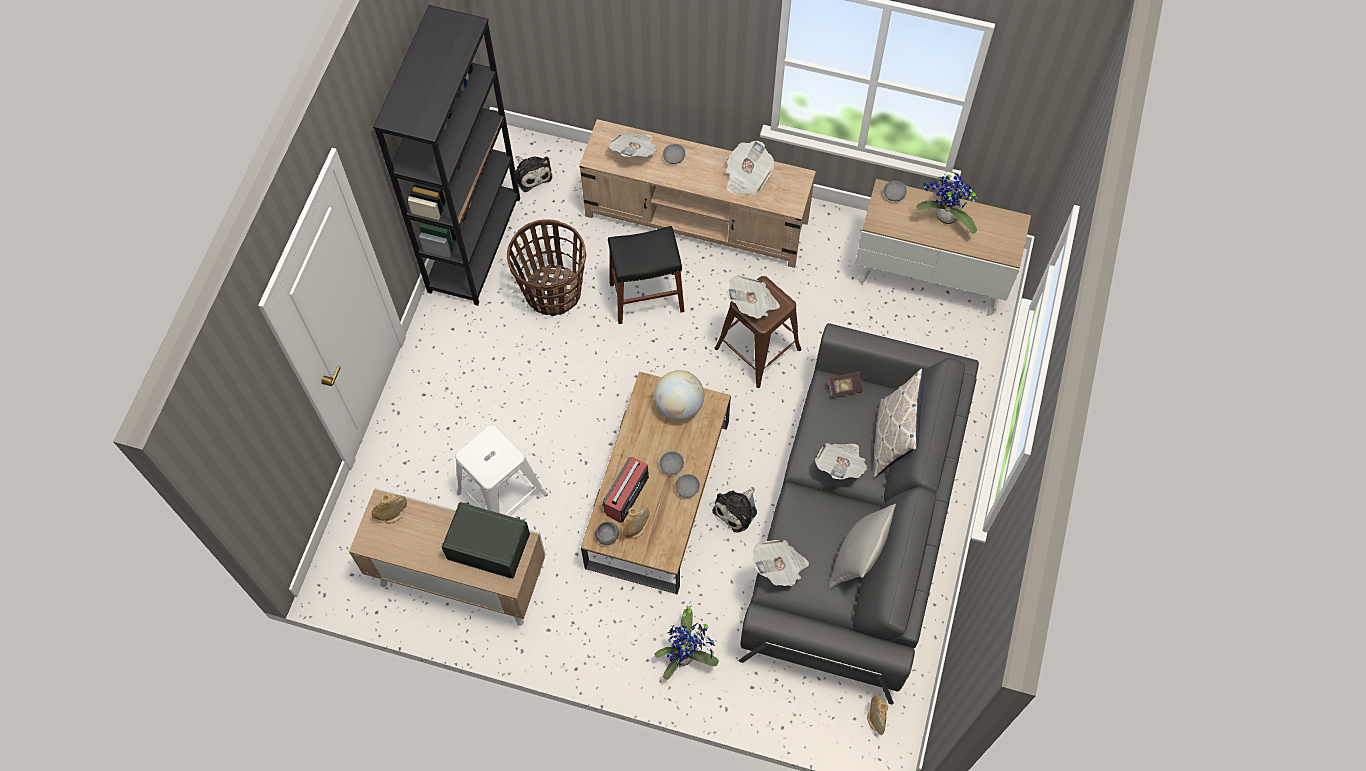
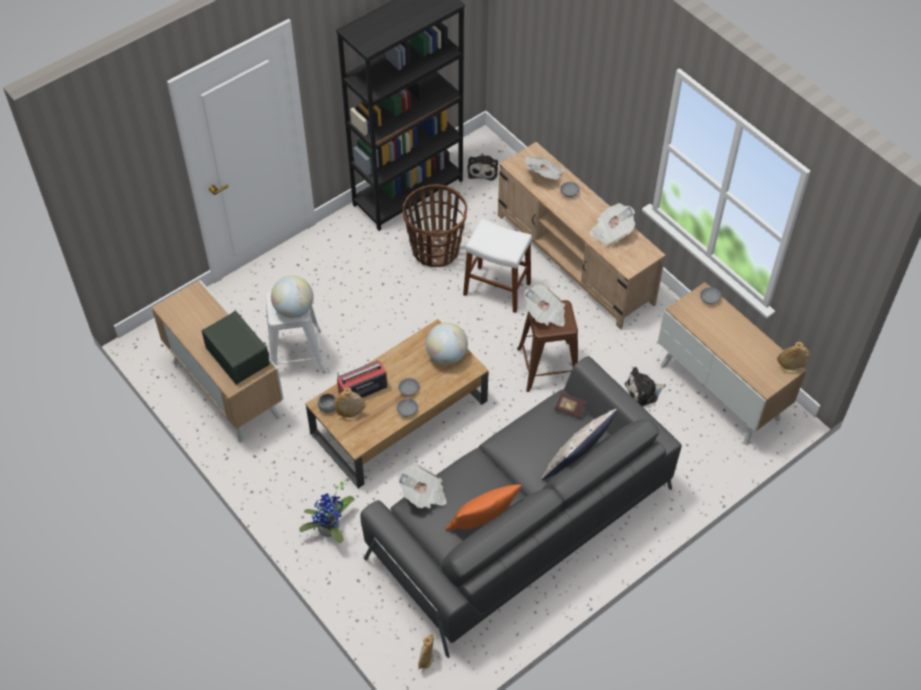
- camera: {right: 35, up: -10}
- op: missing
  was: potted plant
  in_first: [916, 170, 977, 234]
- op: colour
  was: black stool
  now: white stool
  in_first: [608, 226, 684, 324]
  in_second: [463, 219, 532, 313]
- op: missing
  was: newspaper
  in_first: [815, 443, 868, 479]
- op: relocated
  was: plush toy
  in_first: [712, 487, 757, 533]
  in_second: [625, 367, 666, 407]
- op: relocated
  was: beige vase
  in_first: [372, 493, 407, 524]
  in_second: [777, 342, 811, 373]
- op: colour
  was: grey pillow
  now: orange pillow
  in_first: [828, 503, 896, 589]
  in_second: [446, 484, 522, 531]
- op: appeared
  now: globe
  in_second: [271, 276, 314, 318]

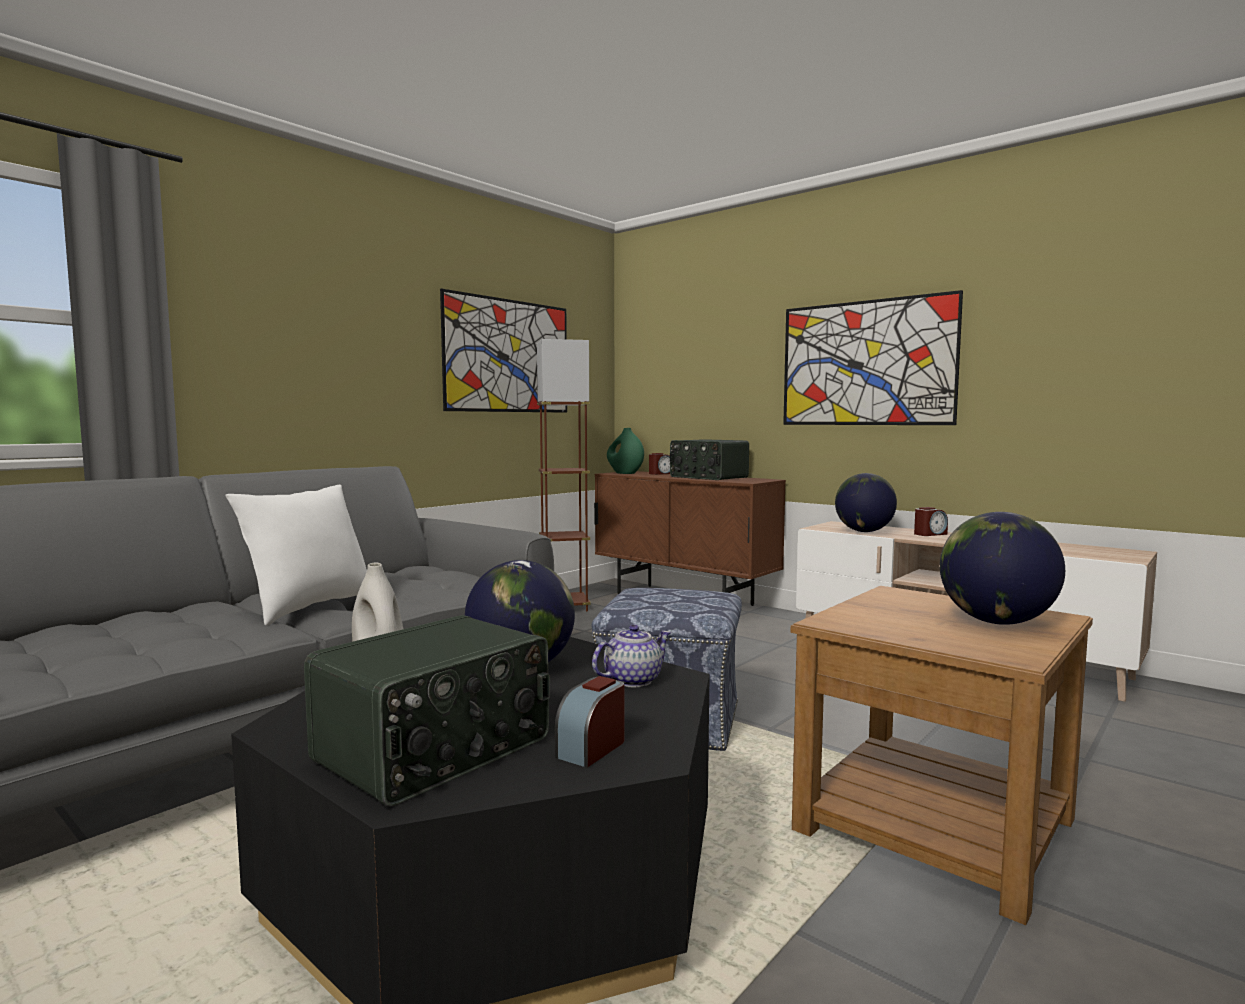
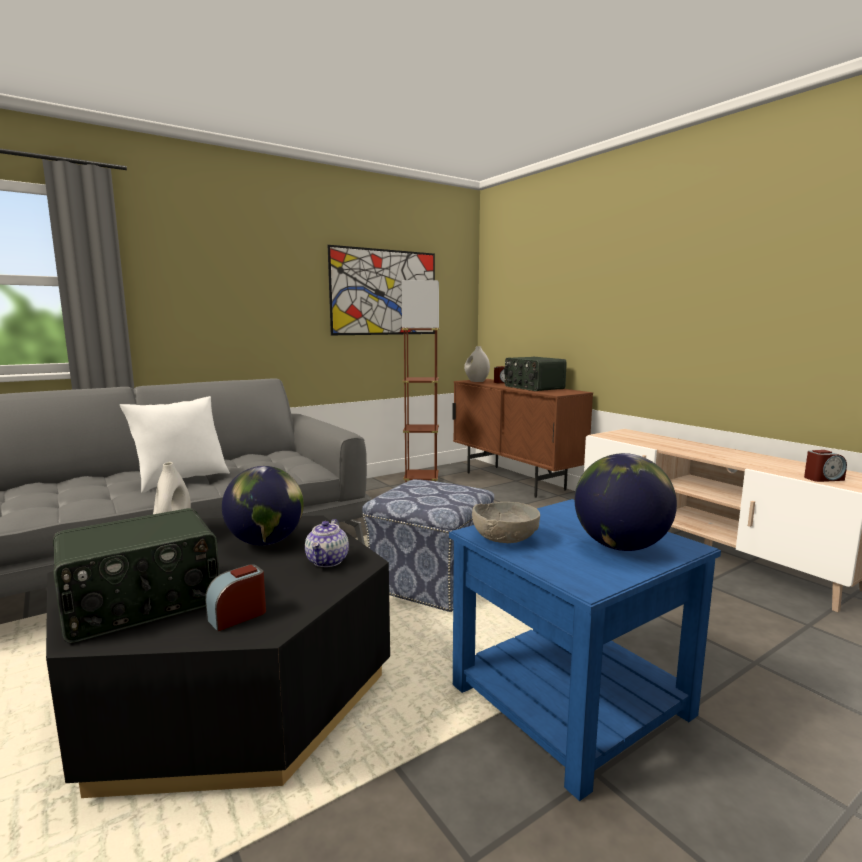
- camera: {right: 15, up: 5}
- op: missing
  was: picture
  in_first: [783, 290, 963, 425]
- op: colour
  was: green vase
  now: white vase
  in_first: [607, 428, 644, 474]
  in_second: [464, 346, 490, 382]
- op: missing
  was: globe
  in_first: [835, 473, 897, 532]
- op: relocated
  was: alarm clock
  in_first: [914, 507, 948, 536]
  in_second: [804, 450, 847, 482]
- op: colour
  was: brown side table
  now: blue side table
  in_first: [791, 586, 1093, 925]
  in_second: [449, 499, 721, 801]
- op: spun
  was: teapot
  in_first: [592, 625, 671, 687]
  in_second: [305, 519, 349, 567]
  clockwise: 120
- op: appeared
  now: grey bowl
  in_second: [472, 502, 540, 543]

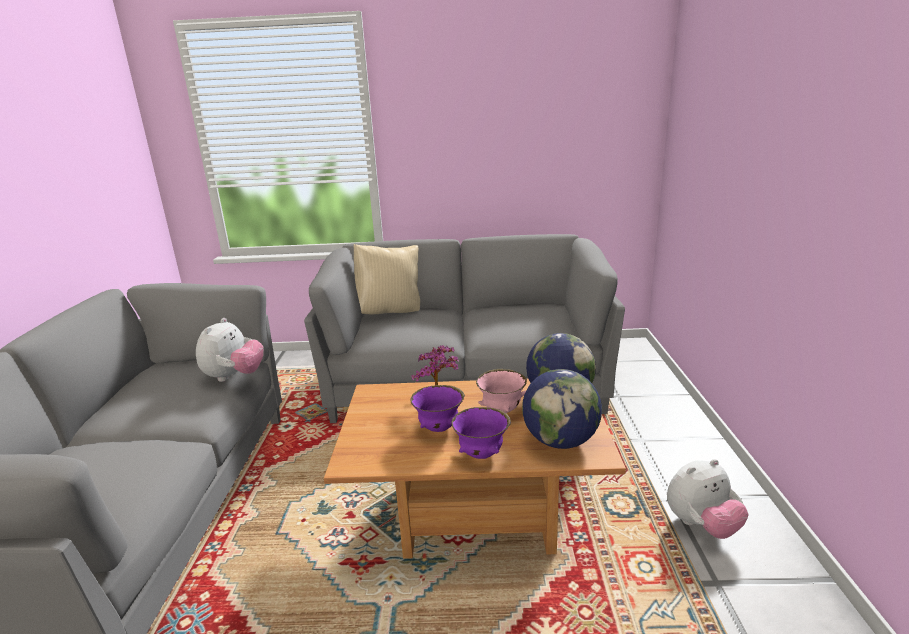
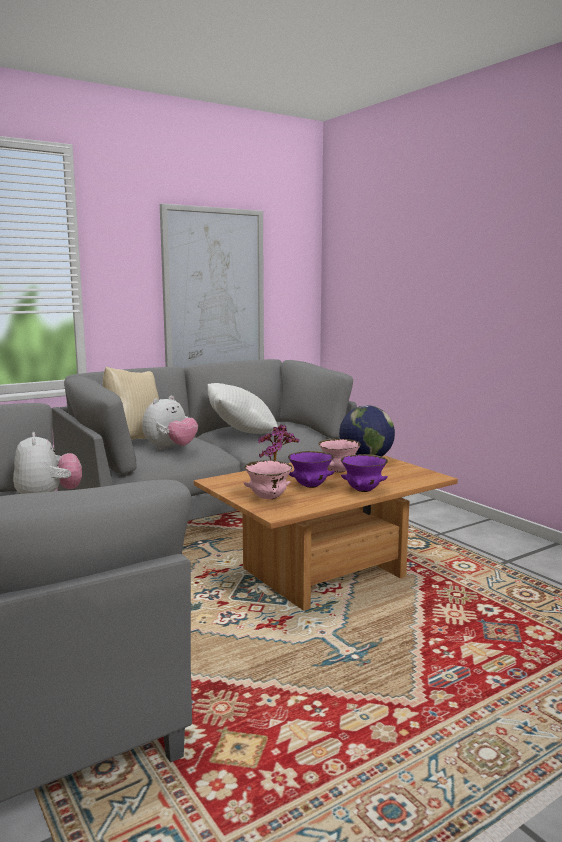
- camera: {right: -35, up: -10}
- op: missing
  was: globe
  in_first: [522, 369, 602, 449]
- op: relocated
  was: plush toy
  in_first: [667, 459, 749, 539]
  in_second: [142, 396, 198, 450]
- op: appeared
  now: picture
  in_second: [160, 204, 264, 369]
- op: appeared
  now: white pillow
  in_second: [208, 383, 278, 434]
- op: appeared
  now: pink bowl
  in_second: [244, 460, 293, 499]

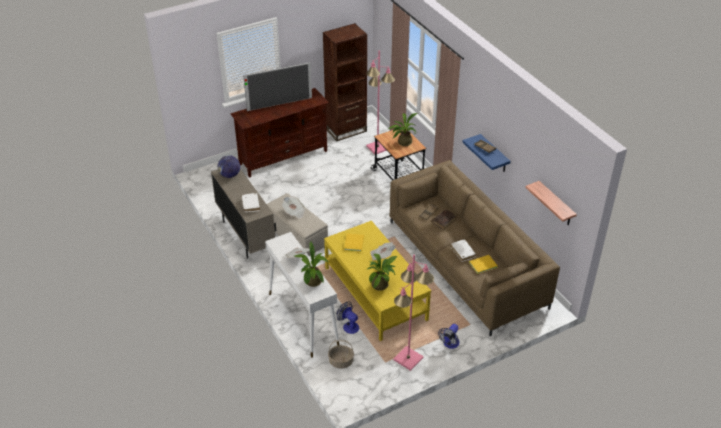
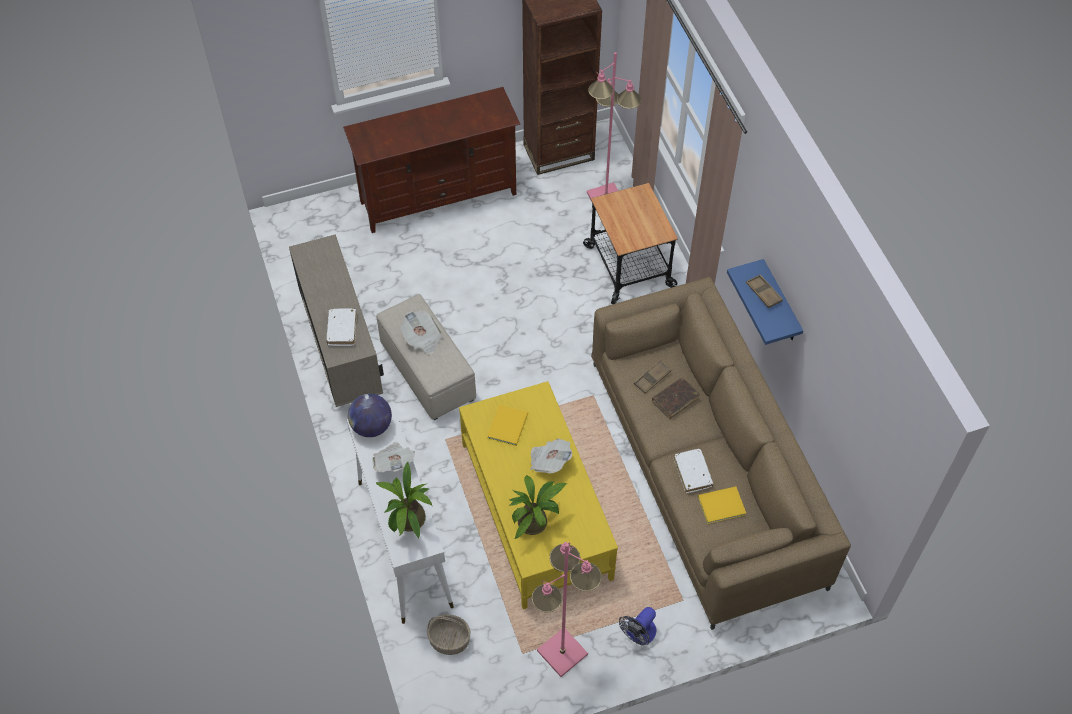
- camera: {right: 10, up: 15}
- op: missing
  was: television
  in_first: [243, 62, 312, 111]
- op: missing
  was: potted plant
  in_first: [389, 113, 418, 146]
- op: relocated
  was: globe
  in_first: [218, 155, 240, 178]
  in_second: [348, 394, 392, 437]
- op: missing
  was: shelf
  in_first: [525, 181, 577, 225]
- op: missing
  was: fan
  in_first: [336, 302, 359, 334]

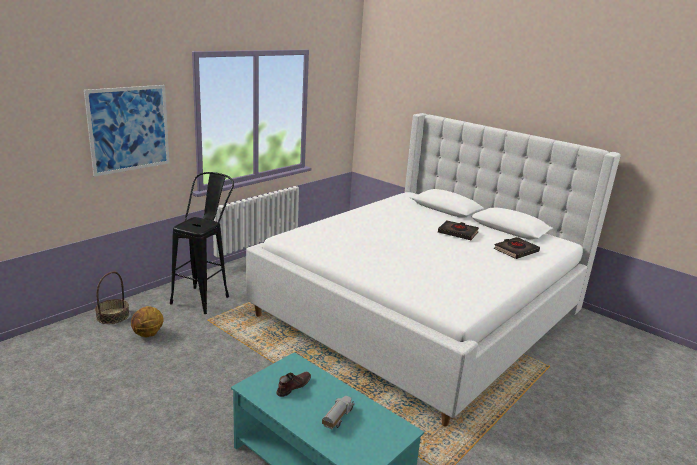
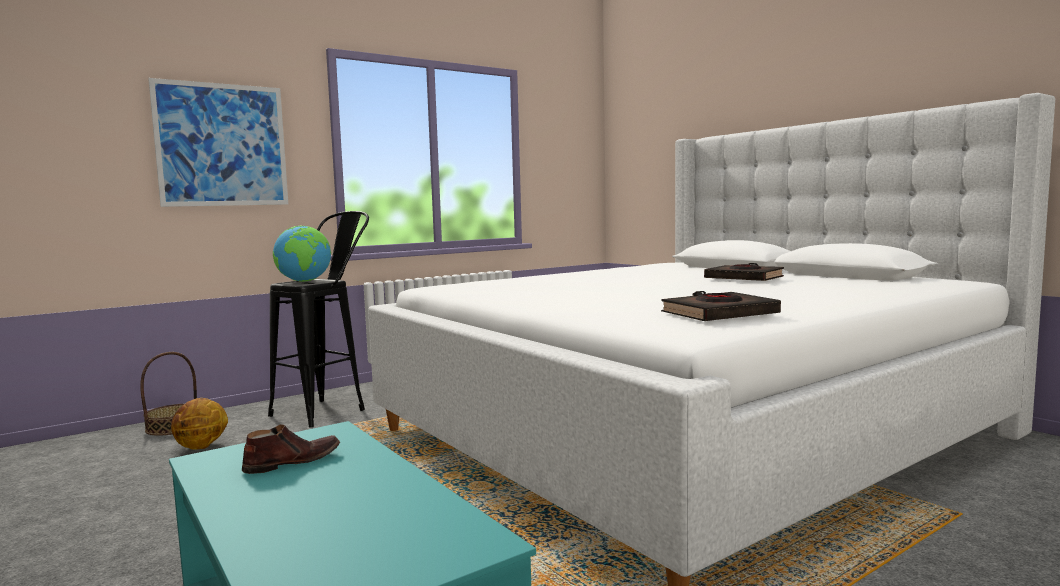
- camera: {right: 15, up: -15}
- op: relocated
  was: black book
  in_first: [494, 237, 540, 259]
  in_second: [661, 291, 781, 321]
- op: missing
  was: toy truck
  in_first: [322, 396, 355, 429]
- op: appeared
  now: globe
  in_second: [273, 226, 331, 282]

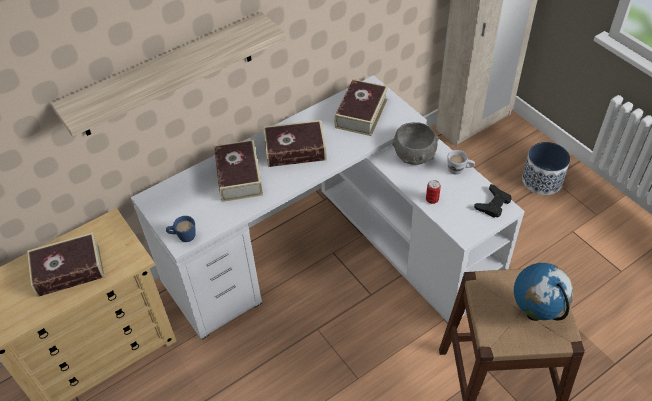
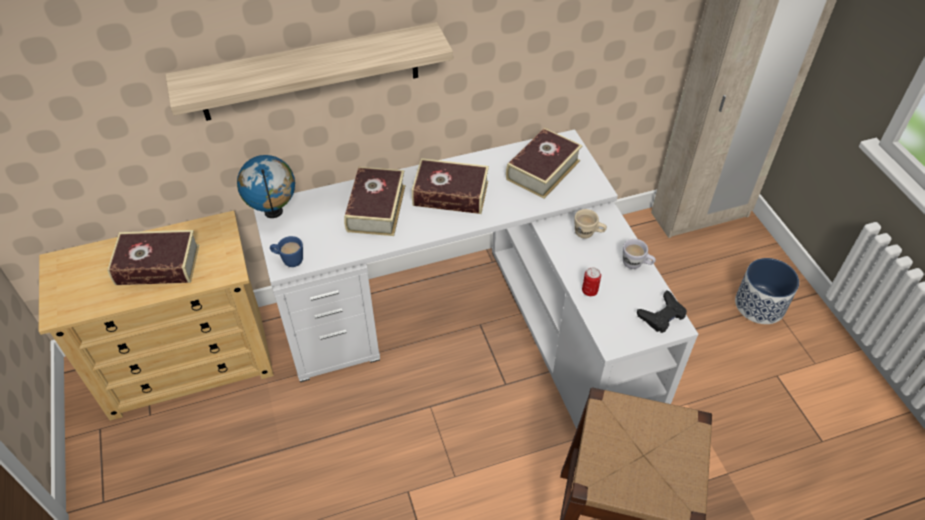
- camera: {right: 15, up: 0}
- op: exchanged
  was: grey bowl
  now: beige mug
  in_first: [392, 122, 439, 165]
  in_second: [574, 209, 607, 239]
- op: relocated
  was: globe
  in_first: [514, 263, 573, 321]
  in_second: [237, 155, 295, 218]

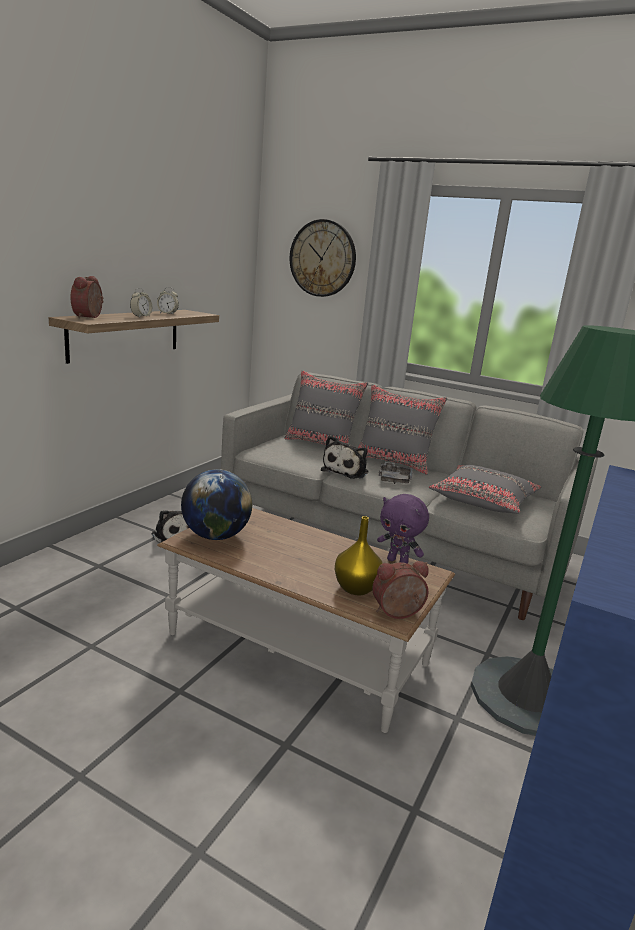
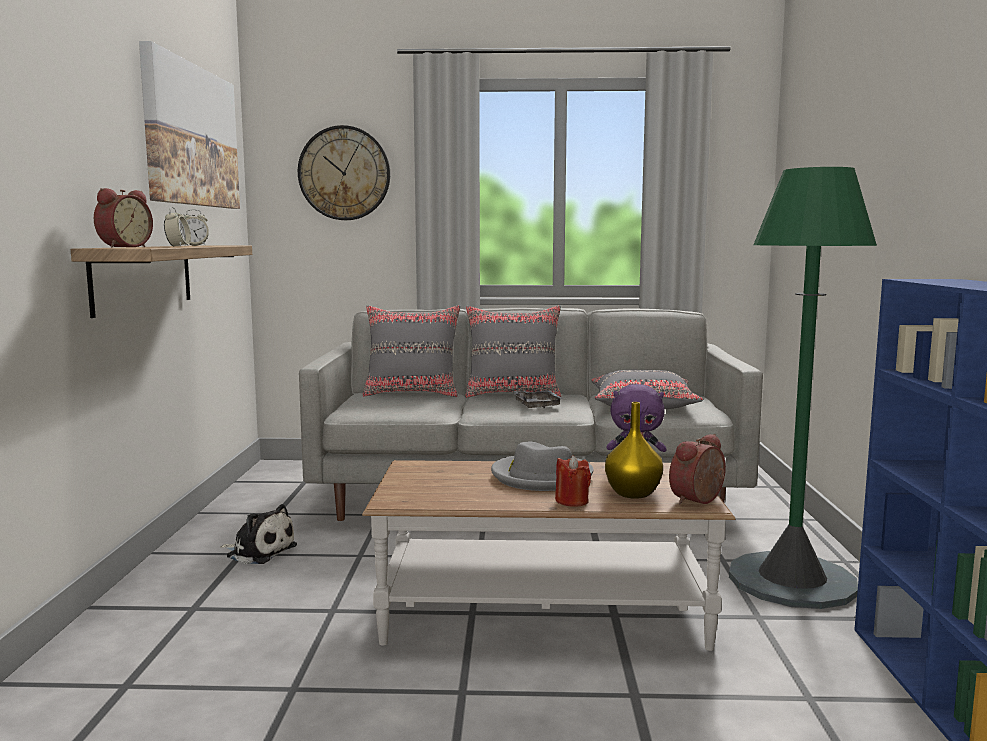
- camera: {right: -25, up: -10}
- op: spun
  was: alarm clock
  in_first: [70, 276, 104, 318]
  in_second: [94, 188, 153, 248]
  clockwise: -135
- op: missing
  was: plush toy
  in_first: [321, 435, 368, 479]
- op: missing
  was: globe
  in_first: [181, 469, 252, 540]
- op: appeared
  now: picture
  in_second: [139, 41, 240, 209]
- op: appeared
  now: grey hat
  in_second: [491, 442, 594, 491]
- op: appeared
  now: red candle
  in_second: [555, 455, 591, 507]

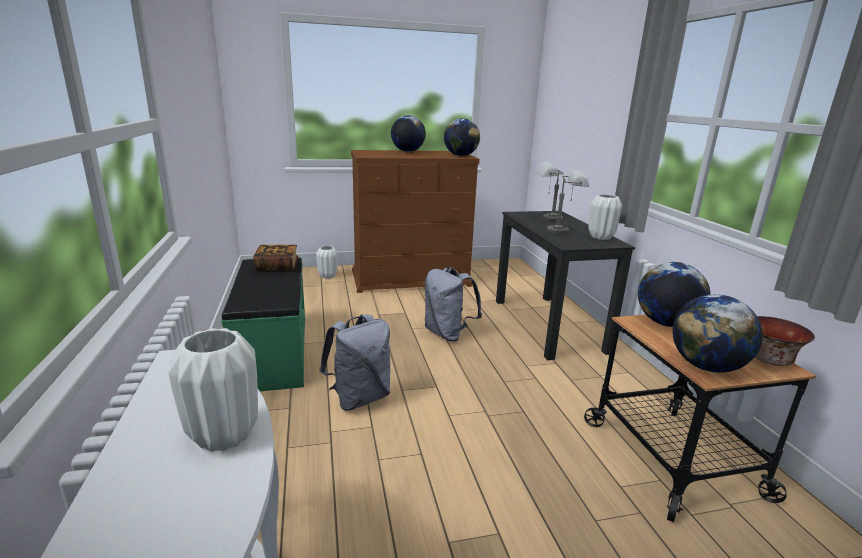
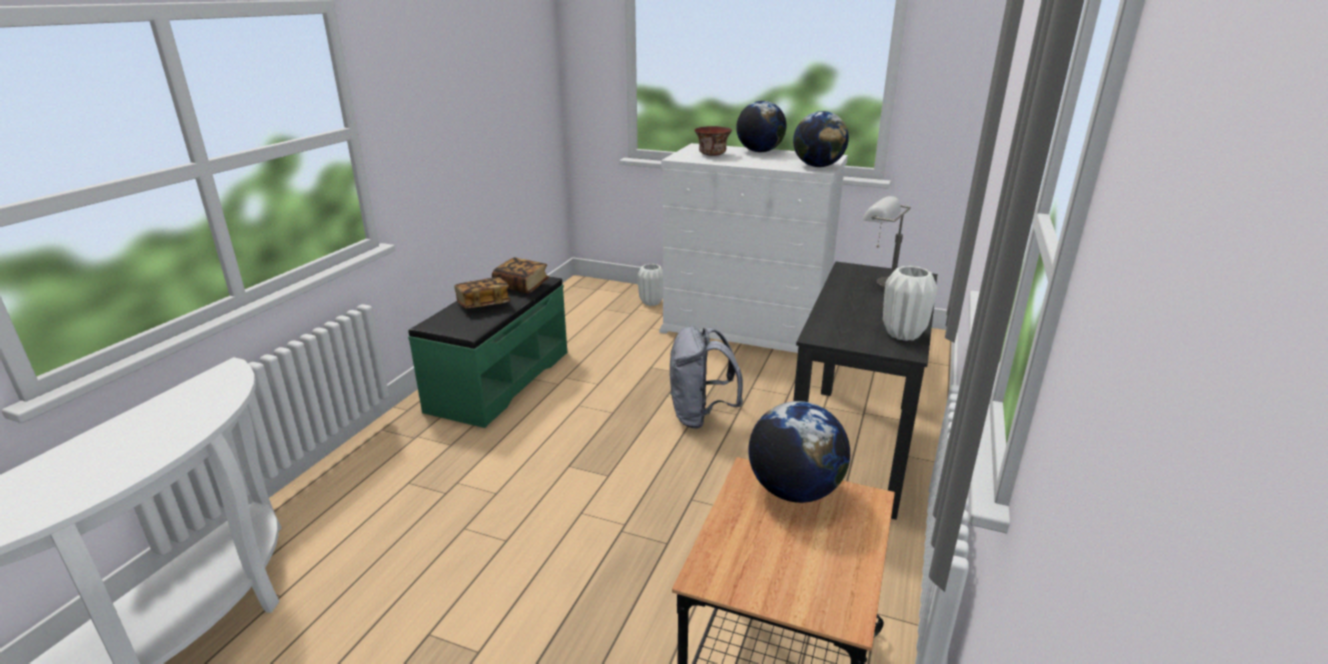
- camera: {right: 35, up: 5}
- op: colour
  was: brown dresser
  now: white dresser
  in_first: [351, 150, 480, 293]
  in_second: [659, 143, 848, 353]
- op: missing
  was: grey table lamp
  in_first: [547, 170, 589, 234]
- op: missing
  was: globe
  in_first: [672, 294, 763, 373]
- op: missing
  was: grey backpack
  in_first: [319, 314, 390, 411]
- op: relocated
  was: bowl
  in_first: [755, 316, 815, 366]
  in_second: [694, 126, 732, 156]
- op: missing
  was: white vase
  in_first: [168, 328, 258, 452]
- op: appeared
  now: book
  in_second: [454, 277, 511, 308]

